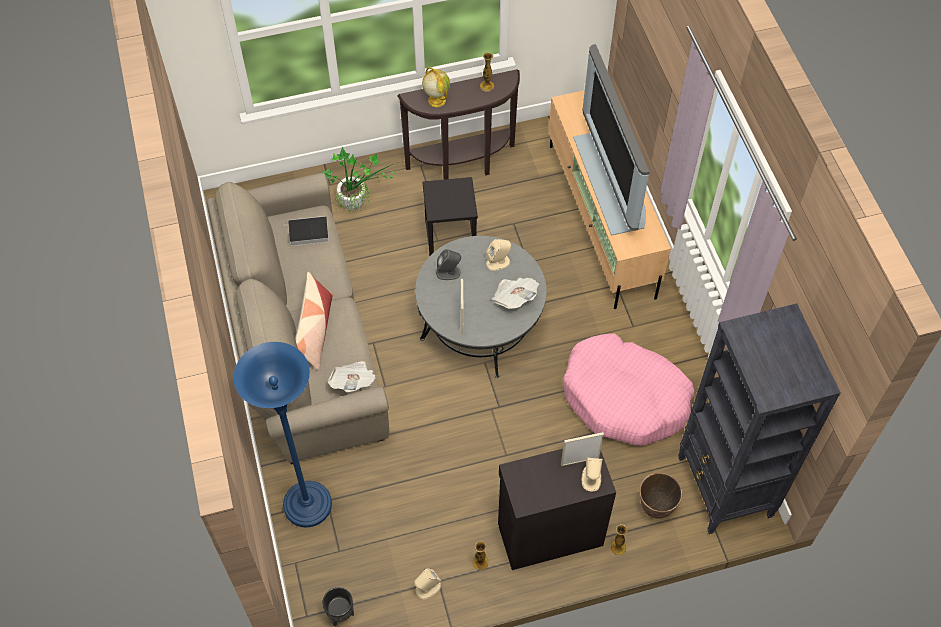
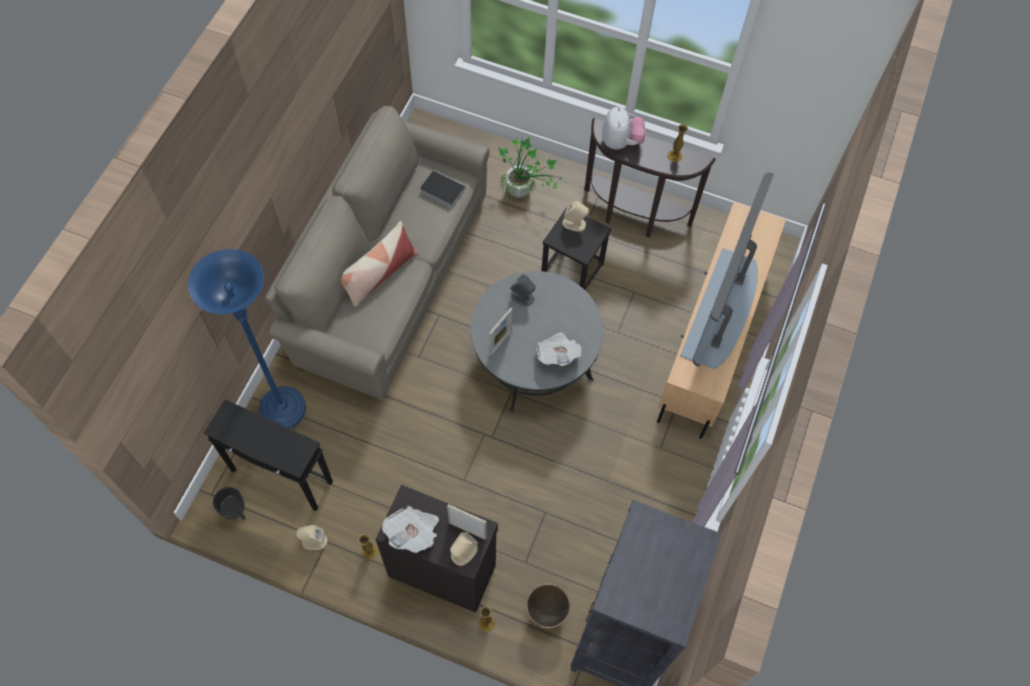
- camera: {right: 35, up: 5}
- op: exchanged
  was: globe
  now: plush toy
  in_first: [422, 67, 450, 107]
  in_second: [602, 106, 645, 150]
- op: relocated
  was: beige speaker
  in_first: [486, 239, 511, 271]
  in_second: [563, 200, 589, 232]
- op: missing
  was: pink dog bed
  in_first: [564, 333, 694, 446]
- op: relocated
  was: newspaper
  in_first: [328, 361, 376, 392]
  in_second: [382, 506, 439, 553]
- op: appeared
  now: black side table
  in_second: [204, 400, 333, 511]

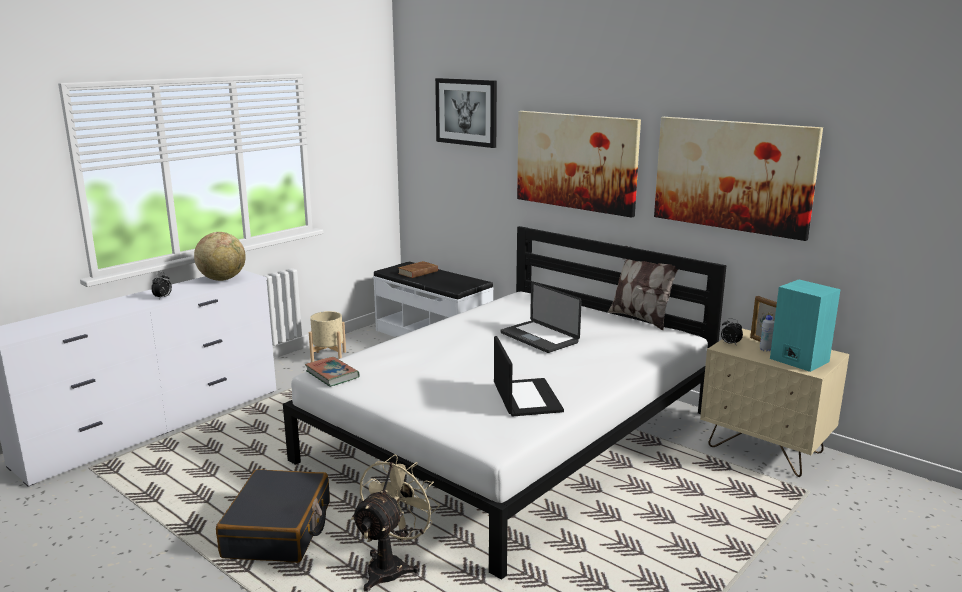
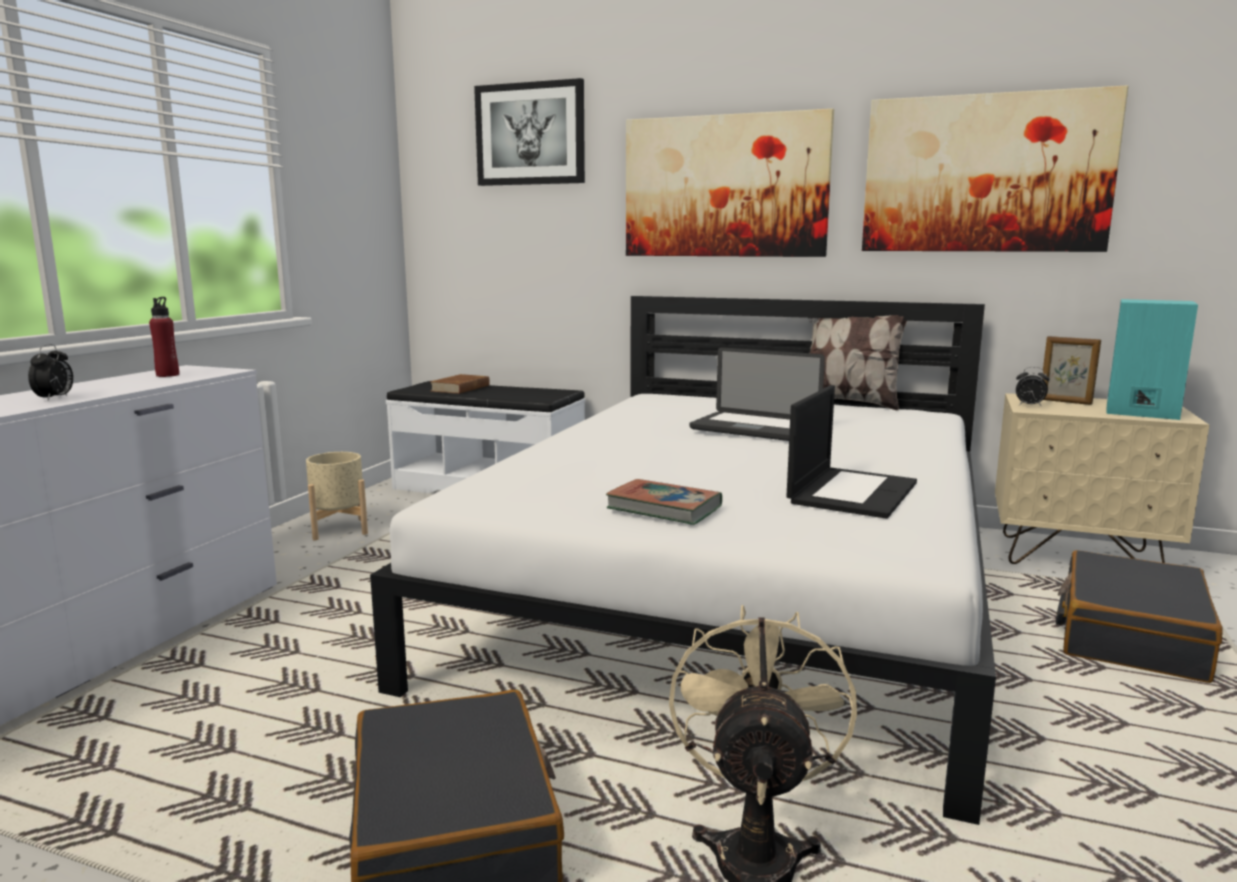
- camera: {right: -20, up: -5}
- op: exchanged
  was: globe
  now: red bottle
  in_first: [194, 232, 246, 281]
  in_second: [149, 297, 179, 377]
- op: missing
  was: white bottle
  in_first: [760, 315, 774, 352]
- op: spun
  was: laptop
  in_first: [494, 336, 564, 417]
  in_second: [786, 385, 917, 519]
  clockwise: 60
- op: relocated
  was: book
  in_first: [305, 357, 360, 387]
  in_second: [606, 479, 722, 525]
- op: appeared
  now: black suitcase
  in_second: [1056, 550, 1223, 683]

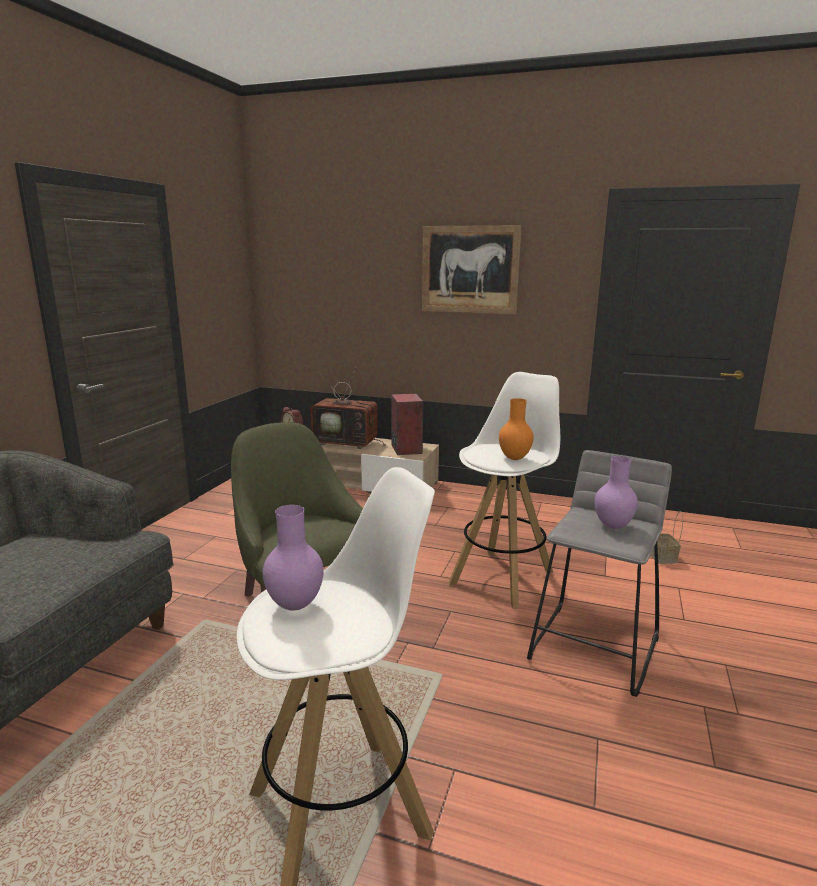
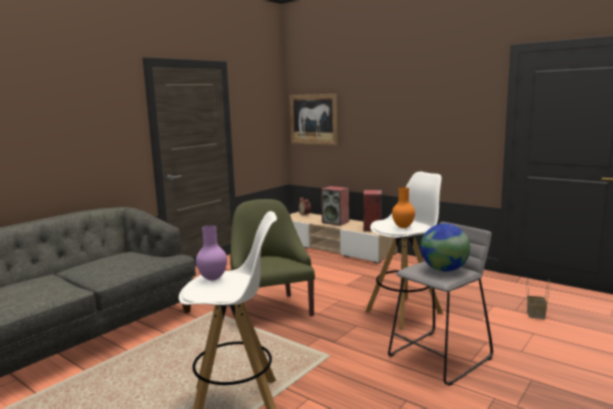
- camera: {right: 20, up: -5}
- op: relocated
  was: picture
  in_first: [422, 225, 522, 315]
  in_second: [289, 94, 338, 146]
- op: exchanged
  was: television
  now: speaker
  in_first: [311, 367, 386, 449]
  in_second: [321, 186, 349, 226]
- op: exchanged
  was: purple vase
  now: globe
  in_first: [595, 456, 638, 529]
  in_second: [421, 224, 470, 272]

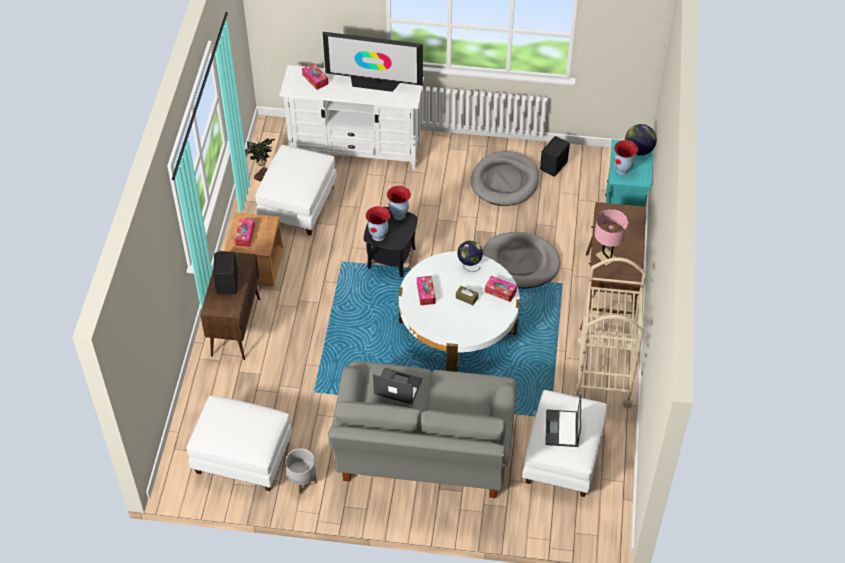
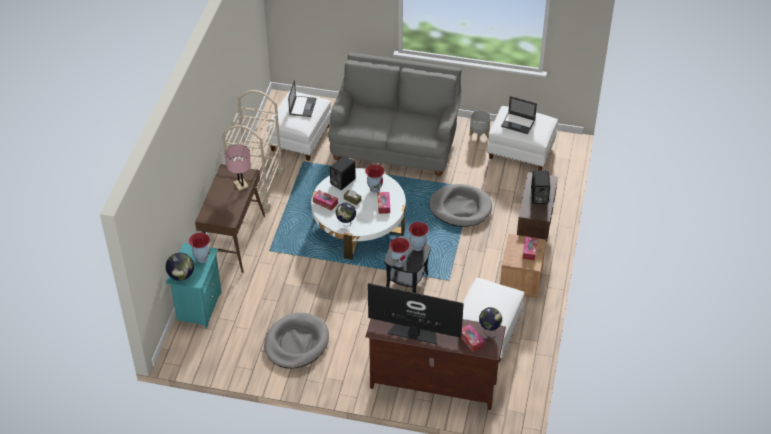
- camera: {right: -175, up: -5}
- op: colour
  was: white tv stand
  now: brown tv stand
  in_first: [279, 65, 424, 170]
  in_second: [365, 319, 506, 410]
- op: relocated
  was: black speaker
  in_first: [540, 136, 570, 176]
  in_second: [330, 156, 356, 190]
- op: missing
  was: potted plant
  in_first: [245, 138, 275, 182]
- op: relocated
  was: grey dog bed
  in_first: [483, 232, 560, 288]
  in_second: [429, 184, 492, 227]
- op: relocated
  was: laptop
  in_first: [373, 368, 423, 405]
  in_second: [501, 96, 537, 134]
- op: appeared
  now: vase
  in_second: [365, 164, 385, 193]
- op: appeared
  now: globe
  in_second: [479, 307, 502, 338]

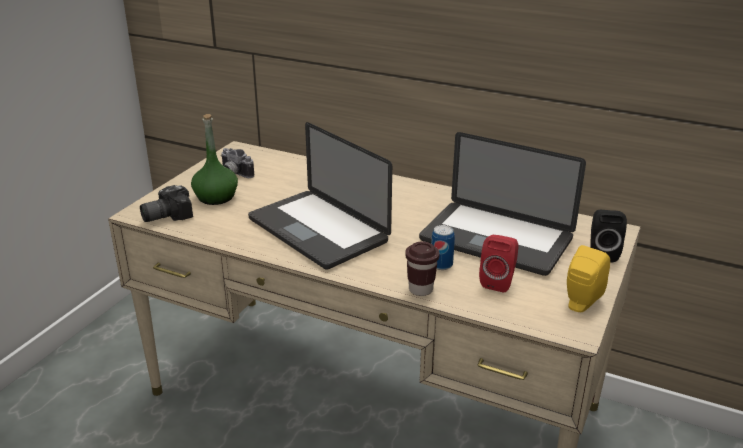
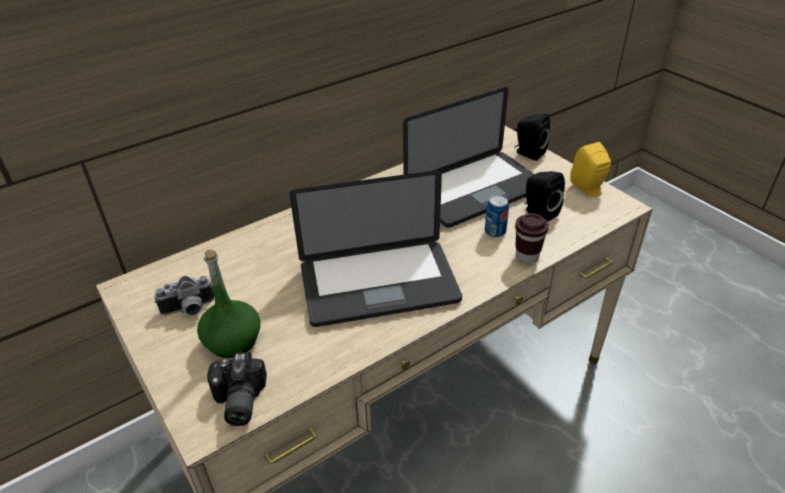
- camera: {right: -60, up: 10}
- op: colour
  was: red speaker
  now: black speaker
  in_first: [479, 235, 519, 293]
  in_second: [524, 171, 565, 222]

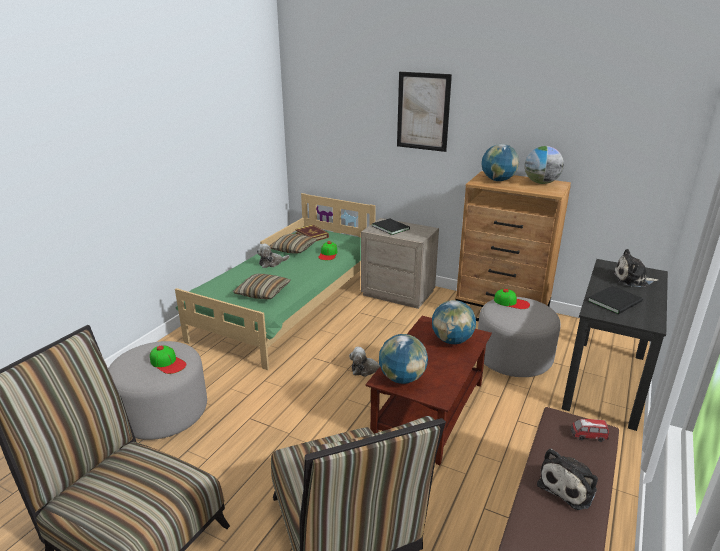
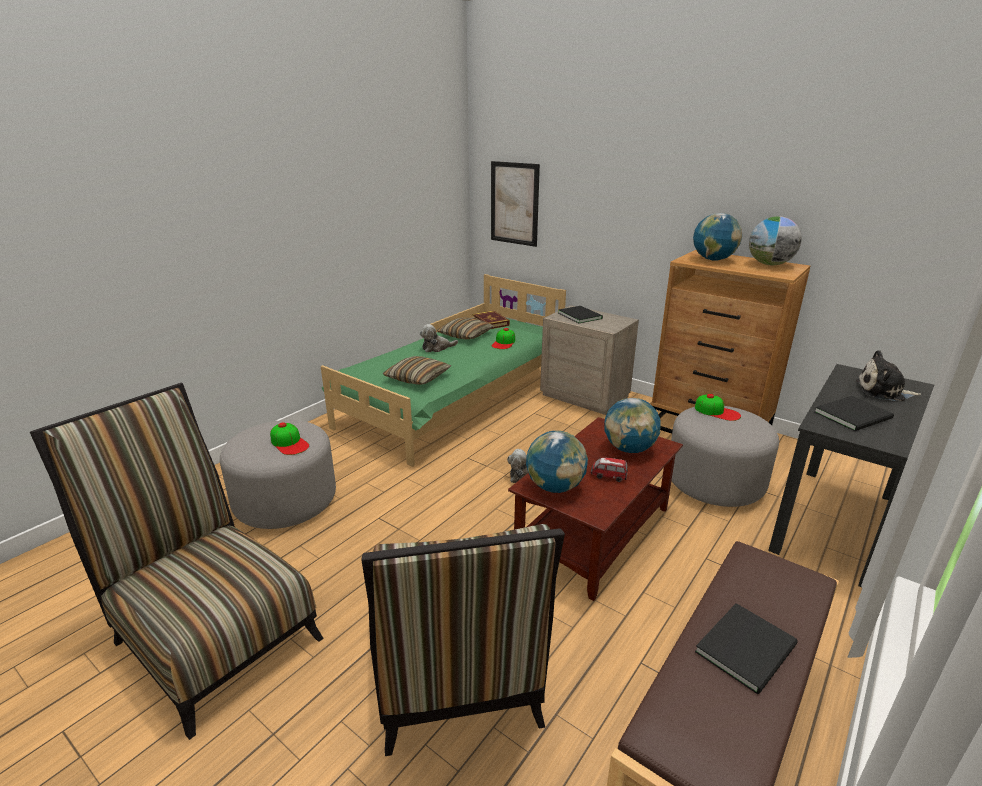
- camera: {right: 10, up: 0}
- op: relocated
  was: picture
  in_first: [397, 72, 452, 152]
  in_second: [491, 161, 540, 247]
- op: relocated
  was: toy car
  in_first: [571, 419, 609, 442]
  in_second: [591, 458, 628, 482]
- op: exchanged
  was: plush toy
  now: black book
  in_first: [537, 449, 598, 510]
  in_second: [695, 603, 798, 694]

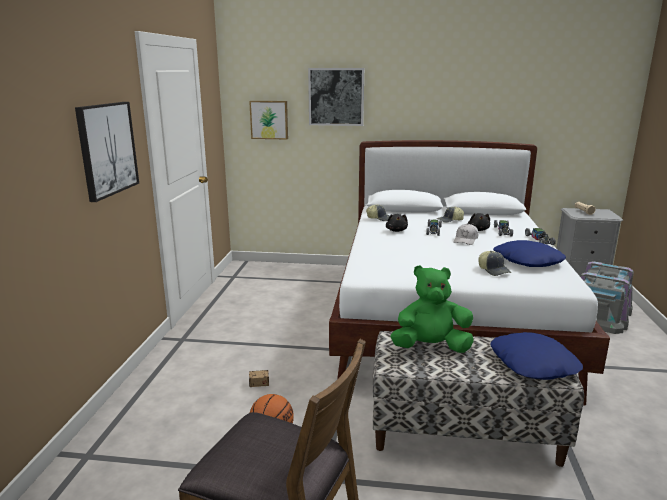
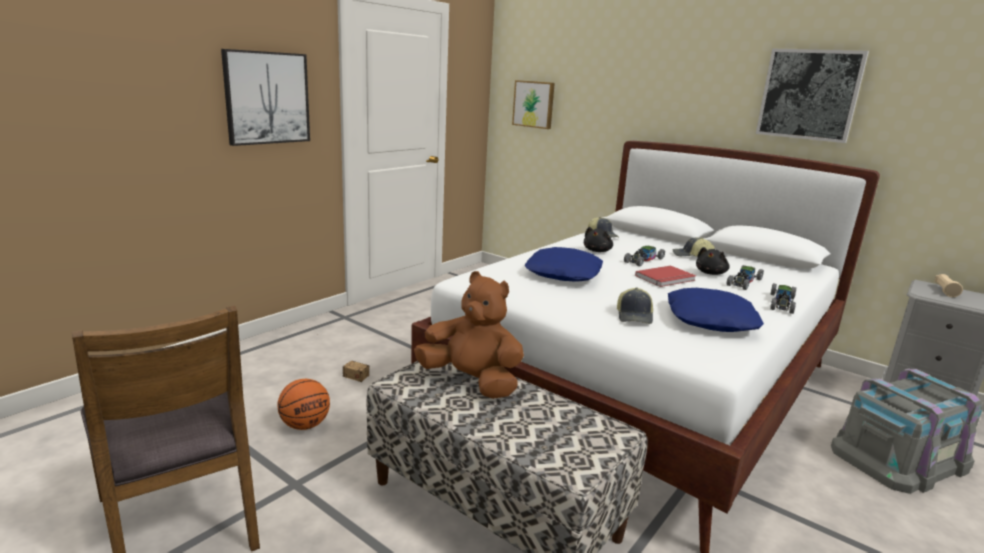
- camera: {right: 30, up: 0}
- op: relocated
  was: picture
  in_first: [308, 68, 364, 126]
  in_second: [756, 49, 869, 143]
- op: exchanged
  was: white cap
  now: red book
  in_first: [454, 224, 479, 245]
  in_second: [635, 266, 696, 287]
- op: colour
  was: green plush toy
  now: brown plush toy
  in_first: [390, 265, 474, 353]
  in_second: [414, 271, 524, 399]
- op: relocated
  was: blue pillow
  in_first: [490, 332, 583, 380]
  in_second: [524, 247, 603, 282]

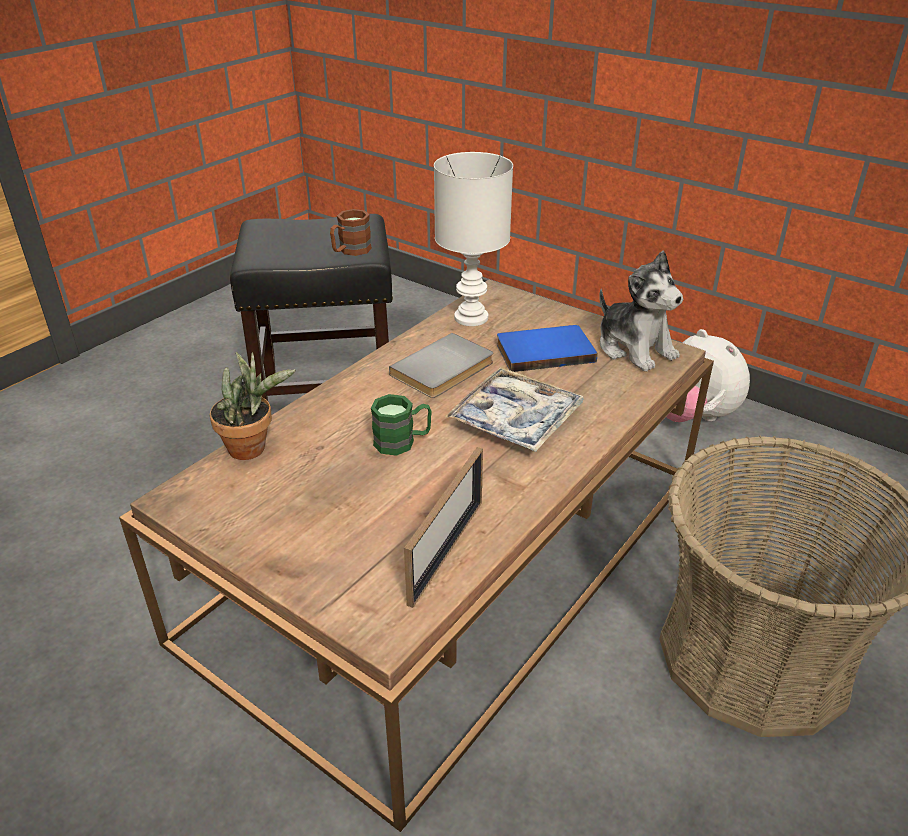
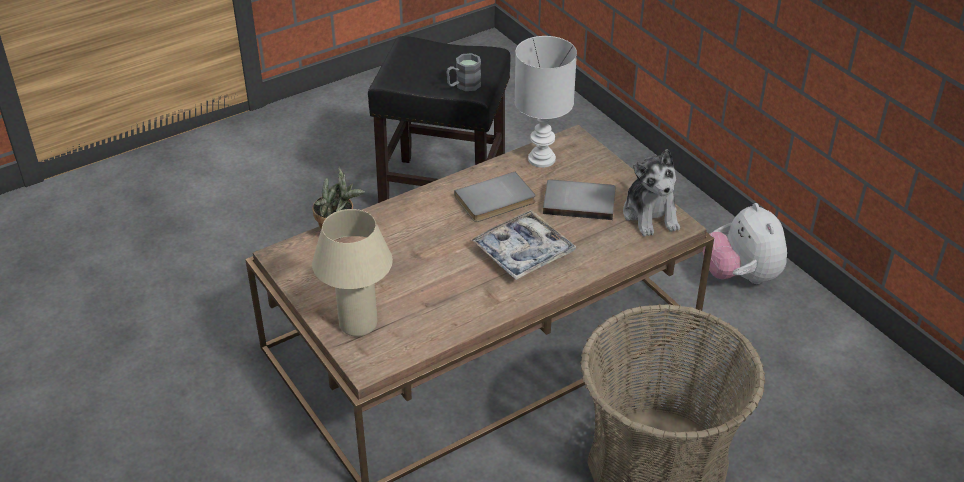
- camera: {right: 20, up: 5}
- op: colour
  was: brown mug
  now: grey mug
  in_first: [330, 209, 372, 256]
  in_second: [446, 53, 481, 91]
- op: colour
  was: blue book
  now: grey book
  in_first: [497, 325, 598, 372]
  in_second: [543, 180, 616, 220]
- op: missing
  was: green mug
  in_first: [371, 394, 432, 456]
- op: missing
  was: picture frame
  in_first: [404, 447, 483, 608]
- op: appeared
  now: beige table lamp
  in_second: [312, 209, 393, 337]

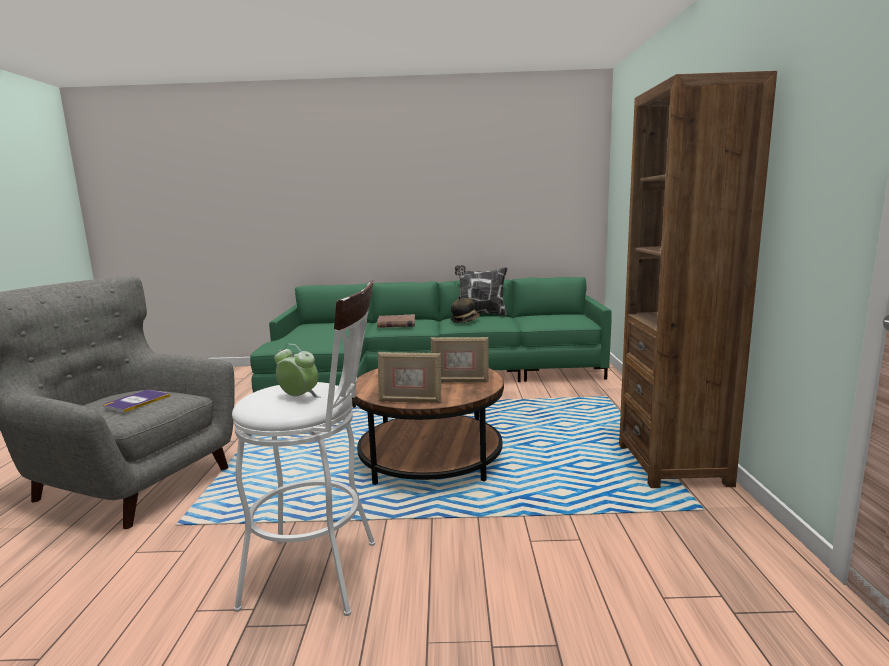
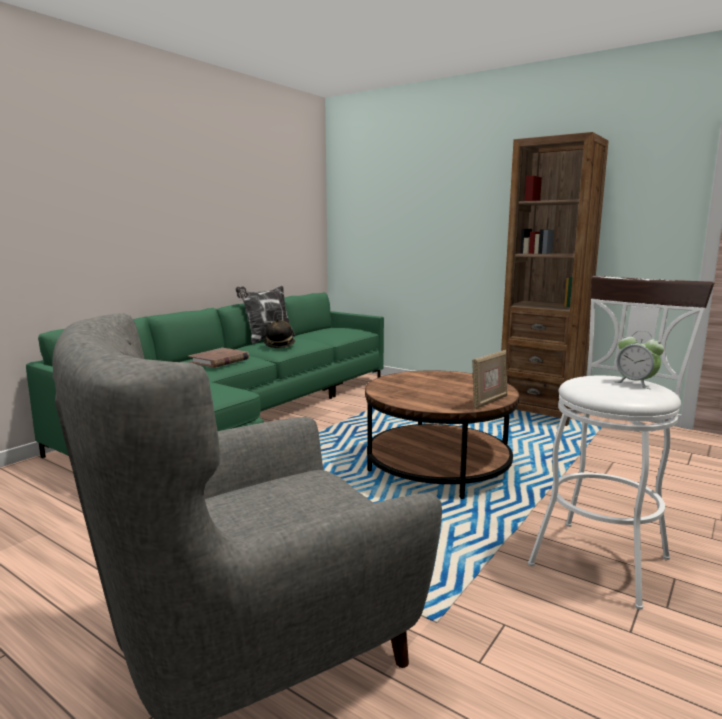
- camera: {right: -55, up: 0}
- op: missing
  was: picture frame
  in_first: [430, 337, 489, 383]
- op: spun
  was: alarm clock
  in_first: [274, 344, 321, 398]
  in_second: [614, 331, 664, 389]
  clockwise: -105
- op: missing
  was: book
  in_first: [103, 390, 170, 413]

